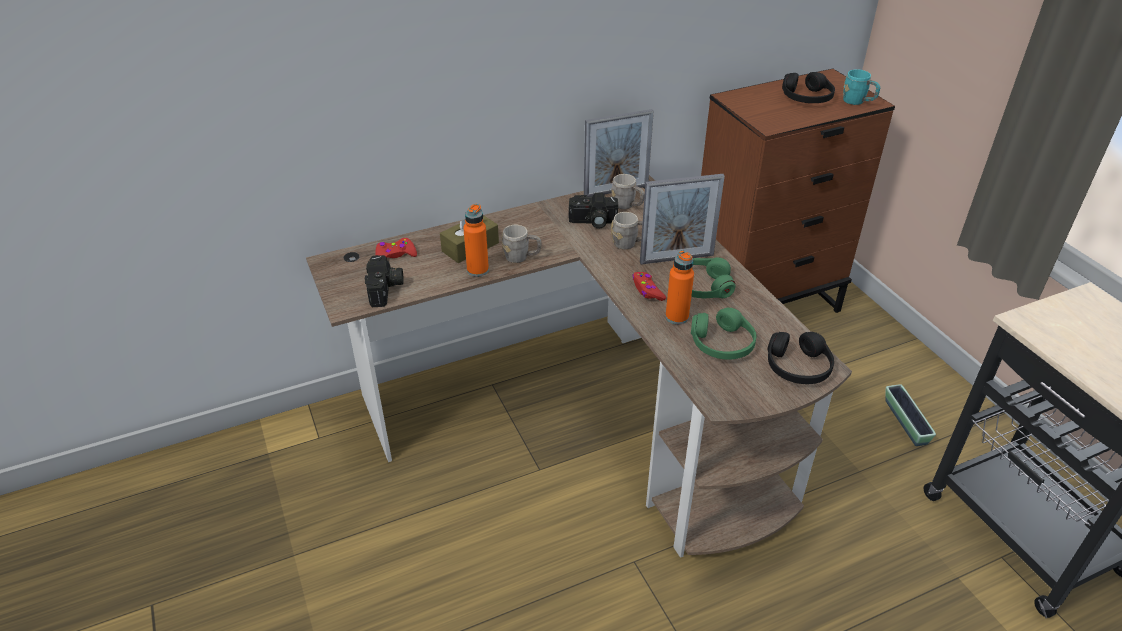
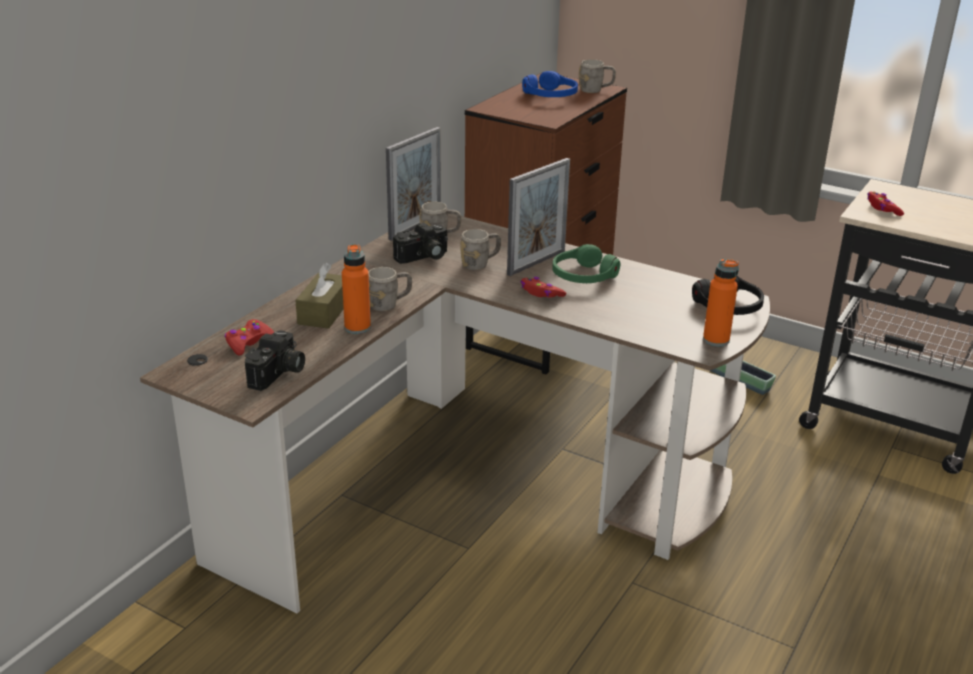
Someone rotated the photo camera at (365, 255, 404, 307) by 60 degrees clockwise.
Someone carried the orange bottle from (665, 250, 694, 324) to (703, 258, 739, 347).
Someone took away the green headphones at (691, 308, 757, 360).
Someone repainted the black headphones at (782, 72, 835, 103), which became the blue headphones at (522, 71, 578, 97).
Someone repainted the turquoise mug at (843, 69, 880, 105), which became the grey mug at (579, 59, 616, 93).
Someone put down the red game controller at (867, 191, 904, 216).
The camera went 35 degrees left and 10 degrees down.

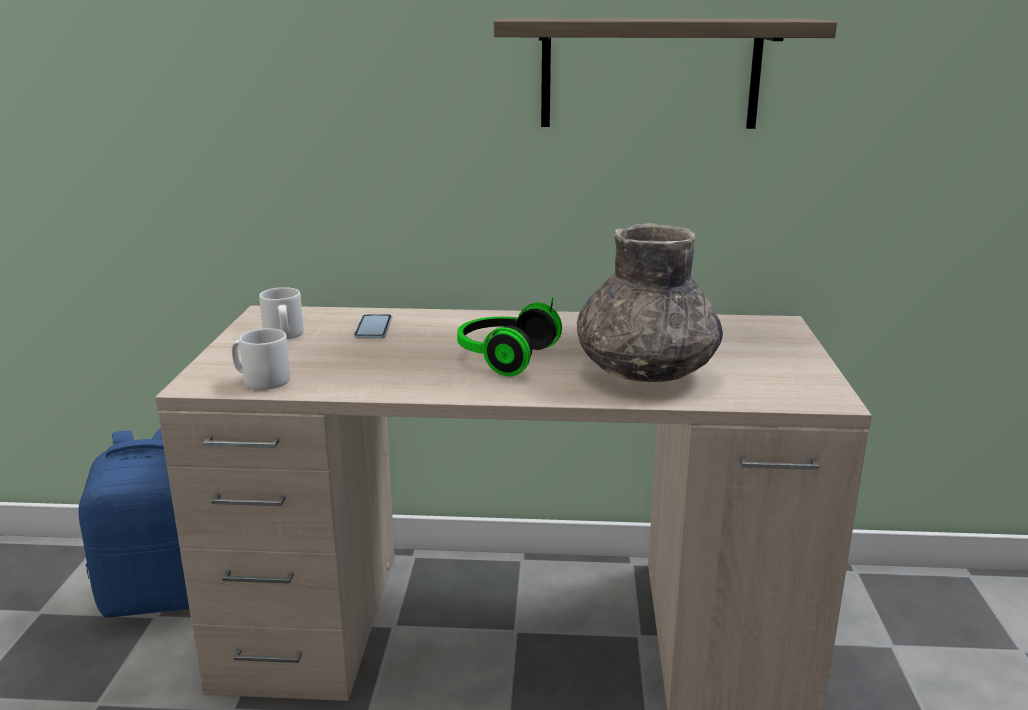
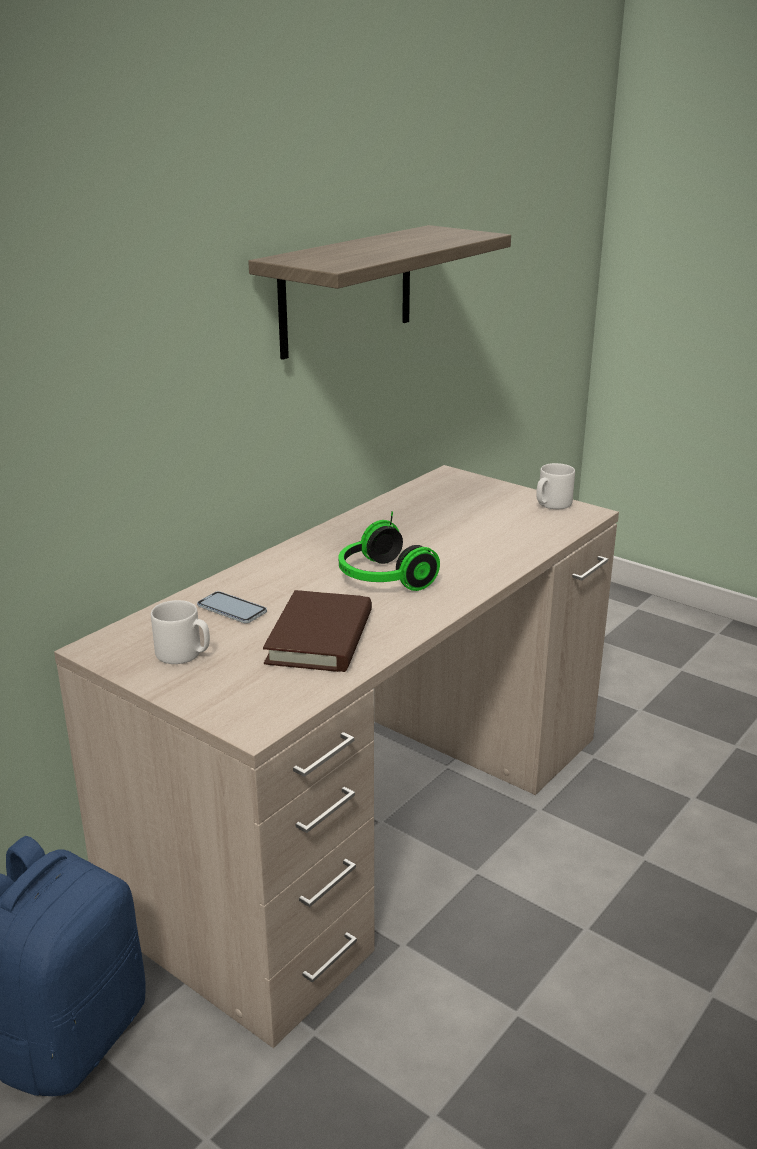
Someone carried the white mug from (232, 328, 290, 390) to (536, 463, 575, 509).
Someone took away the grey vase at (577, 223, 723, 382).
Someone put down the brown book at (263, 590, 372, 672).
The camera went 55 degrees left and 5 degrees up.

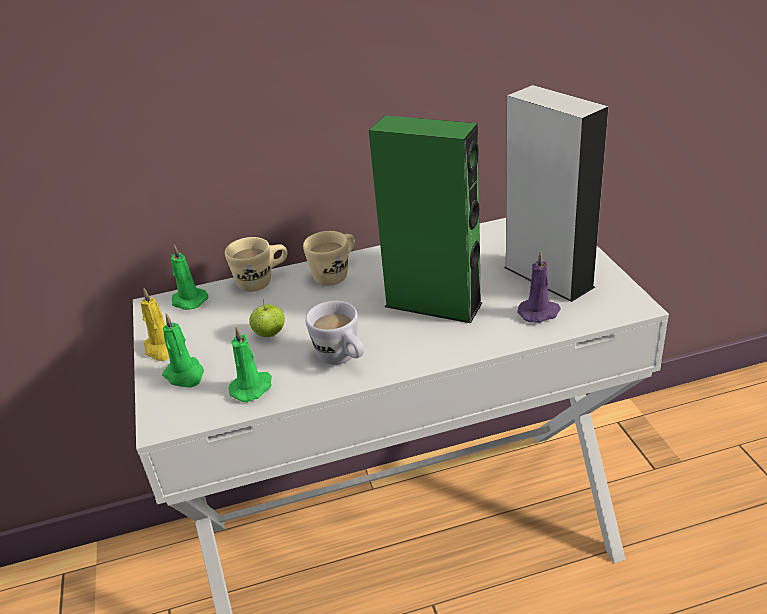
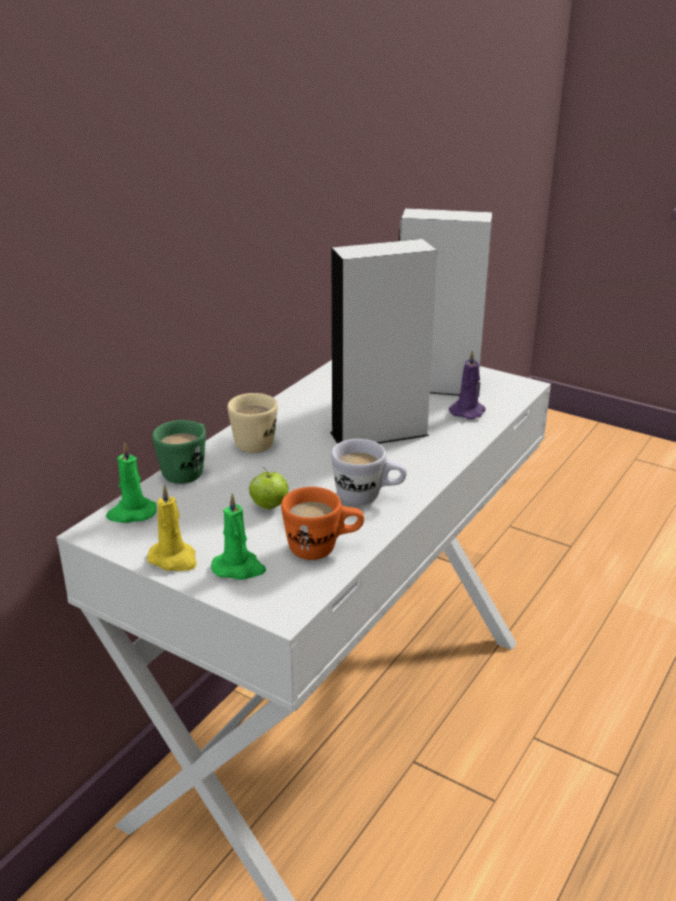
Someone repainted the beige mug at (225, 237, 287, 292), which became the green mug at (152, 420, 206, 484).
Someone swapped the green candle at (228, 326, 272, 402) for the orange mug at (281, 487, 364, 560).
Someone repainted the green speaker at (369, 115, 482, 323), which became the grey speaker at (330, 239, 437, 444).
The camera went 45 degrees left and 5 degrees down.

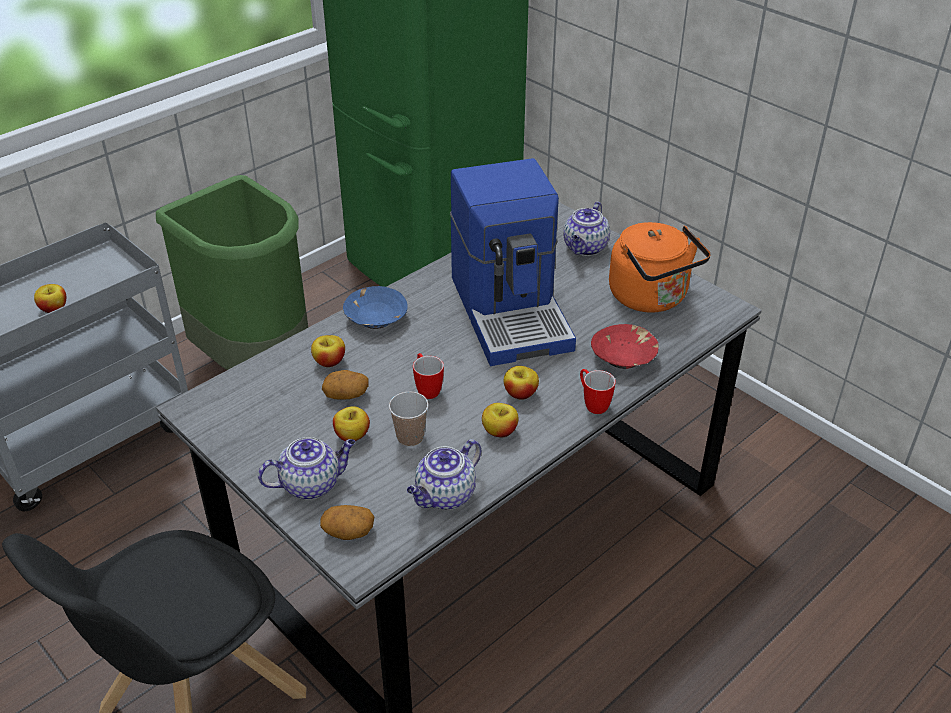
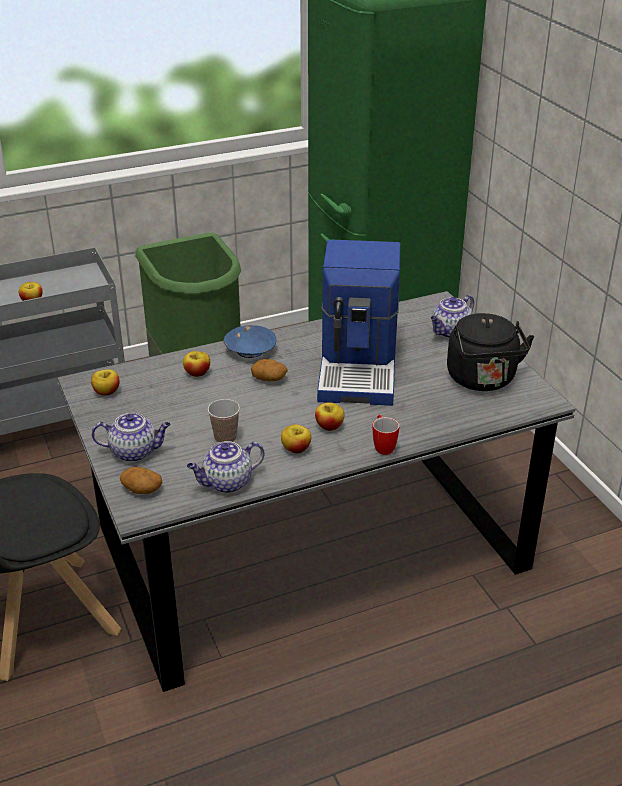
Someone carried the potato from (322, 370, 369, 400) to (251, 359, 287, 381).
Someone carried the apple from (333, 406, 370, 441) to (91, 369, 120, 396).
Someone took away the mug at (413, 353, 444, 399).
Someone took away the red bowl at (591, 324, 659, 369).
Someone repainted the orange kettle at (609, 222, 710, 313), which became the black kettle at (447, 313, 534, 391).
The camera went 20 degrees right and 5 degrees down.

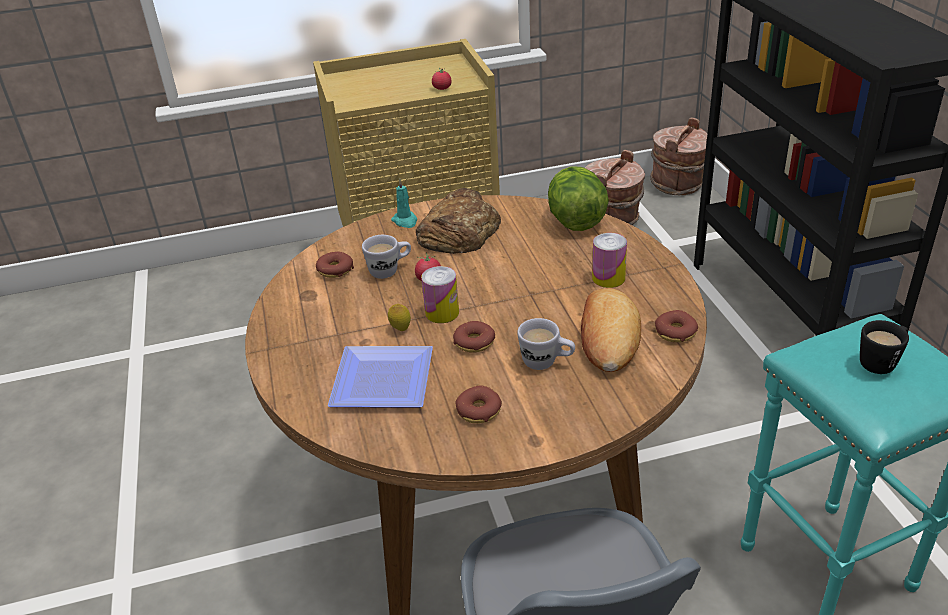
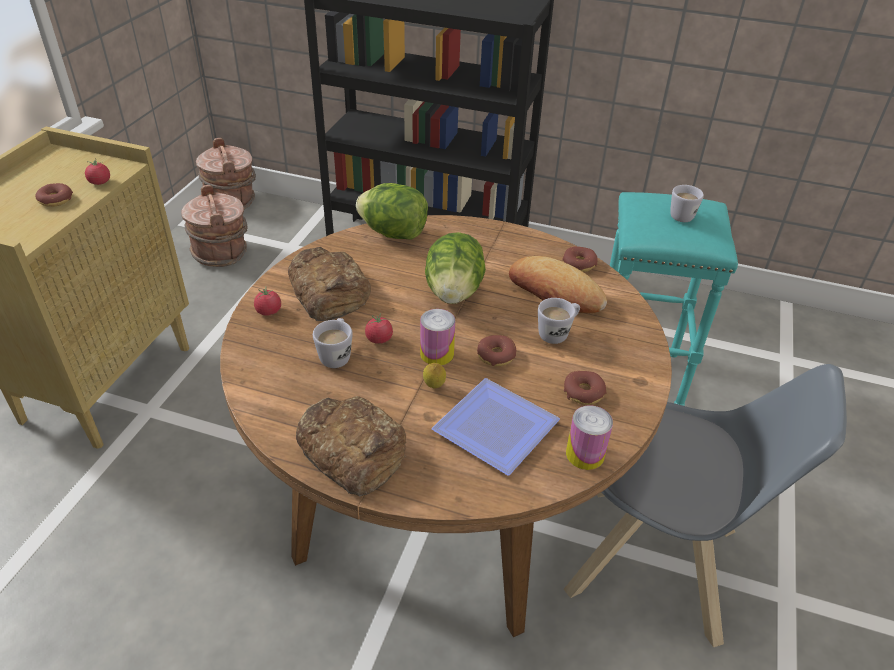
Someone carried the donut from (316, 251, 354, 278) to (35, 183, 73, 207).
Someone swapped the turquoise candle at (391, 179, 417, 228) for the tomato at (254, 287, 281, 316).
Someone carried the can from (592, 233, 627, 288) to (566, 405, 613, 470).
Someone repainted the black mug at (860, 320, 909, 374), which became the white mug at (670, 185, 704, 222).
Someone put down the bread at (296, 396, 406, 497).
Someone put down the lettuce at (425, 232, 486, 304).
The camera went 60 degrees left and 5 degrees up.

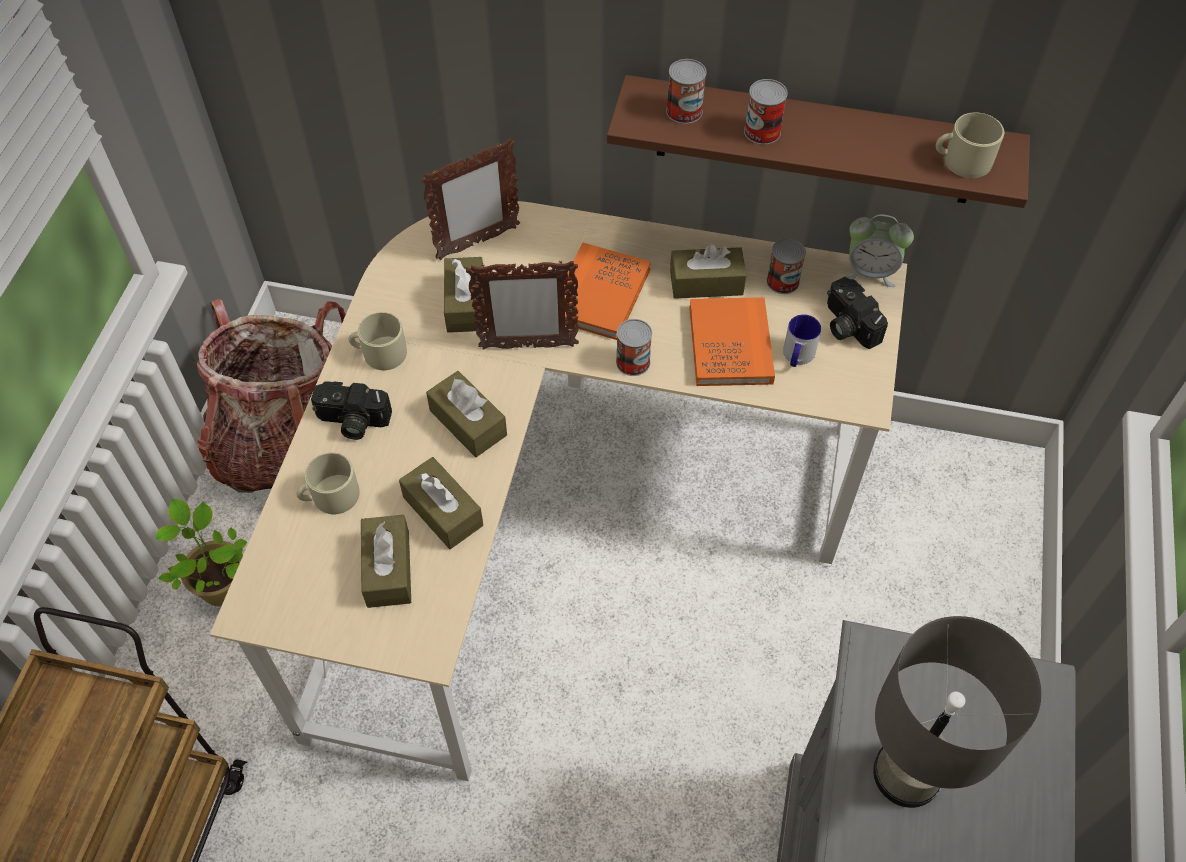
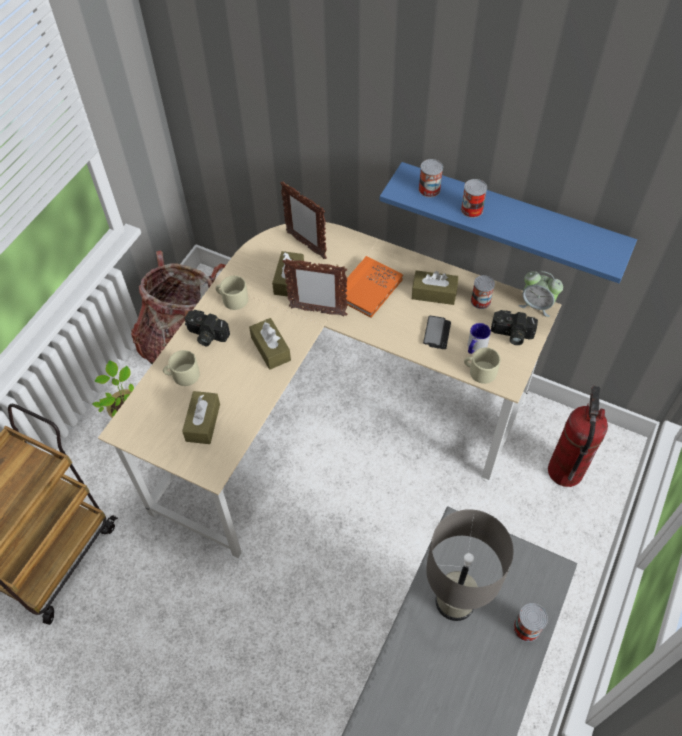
Someone took away the brown tissue box at (399, 457, 483, 549).
Someone rotated the picture frame at (421, 138, 520, 260) by 60 degrees clockwise.
Someone repainted the brown shelf at (607, 75, 1030, 208), which became the blue shelf at (380, 162, 637, 283).
Someone carried the can from (616, 319, 652, 376) to (513, 603, 548, 642).
Someone swapped the orange book at (689, 297, 775, 386) for the phone at (423, 316, 451, 349).
Someone rotated the photo camera at (827, 277, 888, 349) by 60 degrees counterclockwise.
Someone carried the beige mug from (936, 112, 1004, 178) to (464, 347, 501, 384).
Someone put down the fire extinguisher at (548, 386, 608, 487).
The camera went 15 degrees right and 0 degrees up.

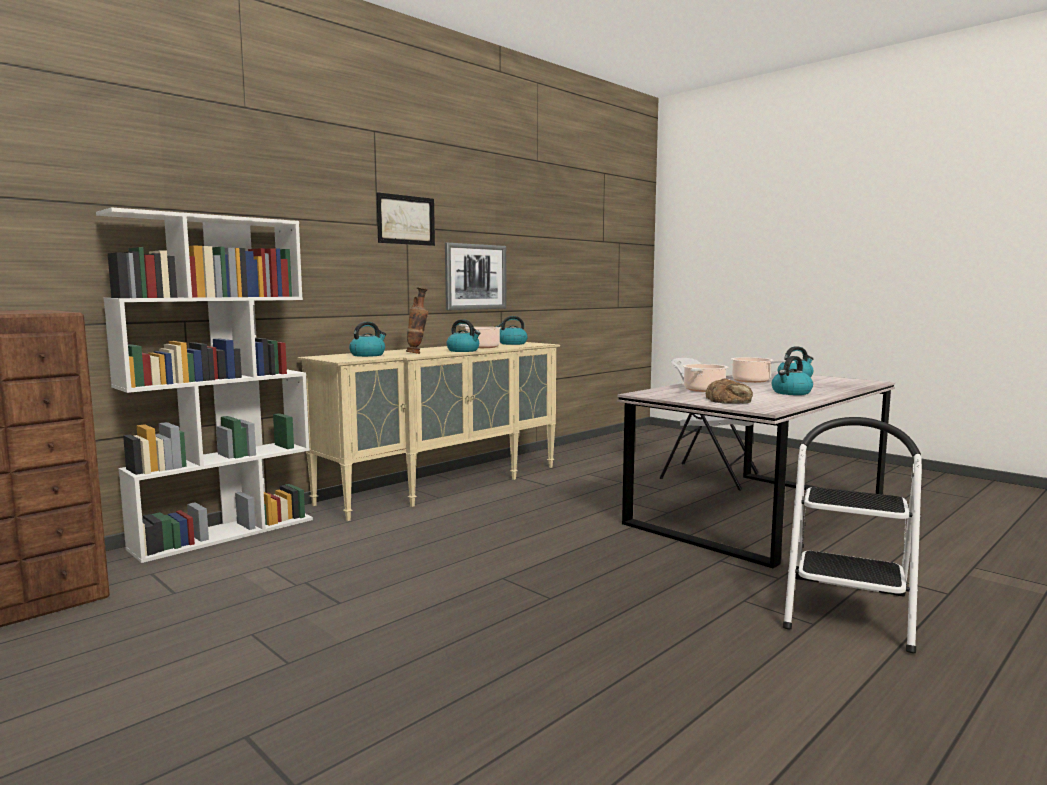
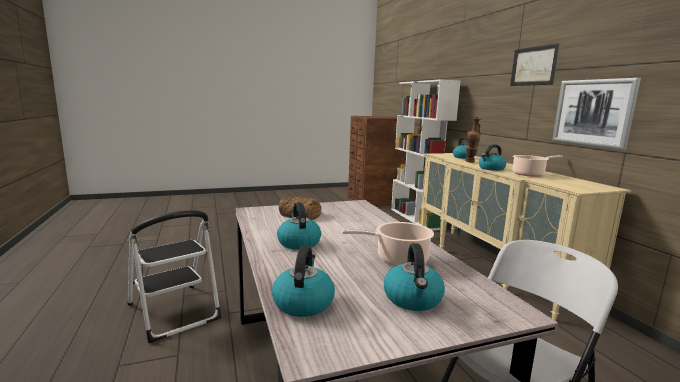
Someone carried the kettle from (496, 316, 528, 345) to (272, 246, 335, 317).
Someone took away the cooking pot at (683, 364, 728, 392).
The camera went 115 degrees right and 5 degrees up.

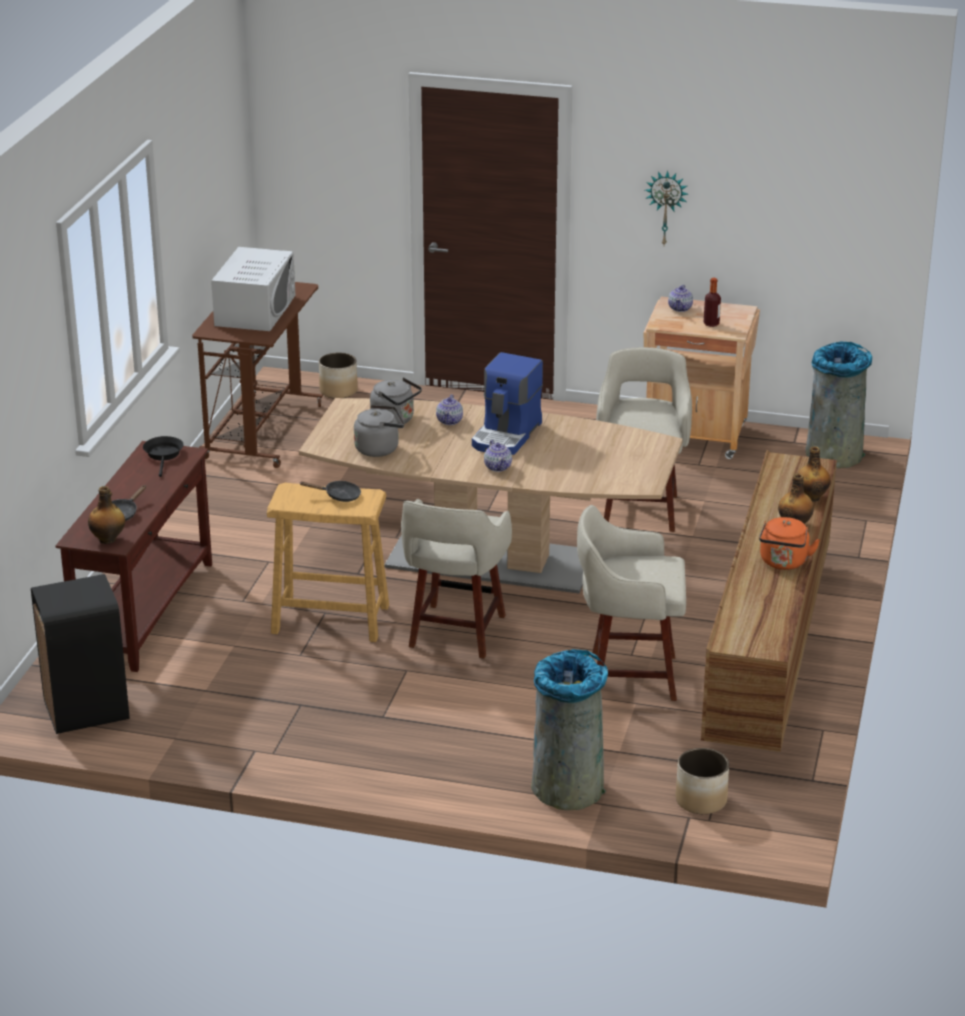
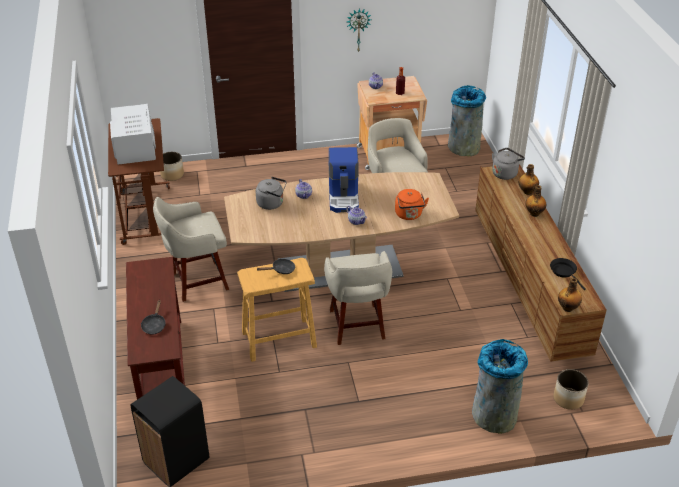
Someone carried the bottle from (88, 486, 125, 544) to (558, 278, 582, 312).
Someone carried the black frying pan from (143, 436, 184, 477) to (550, 258, 586, 290).
Someone carried the grey kettle from (354, 405, 404, 457) to (492, 148, 525, 180).
Someone carried the beige stool from (577, 505, 686, 701) to (153, 197, 229, 302).
Someone carried the orange kettle from (759, 517, 820, 570) to (395, 189, 429, 220).
The camera went 25 degrees left and 10 degrees up.

